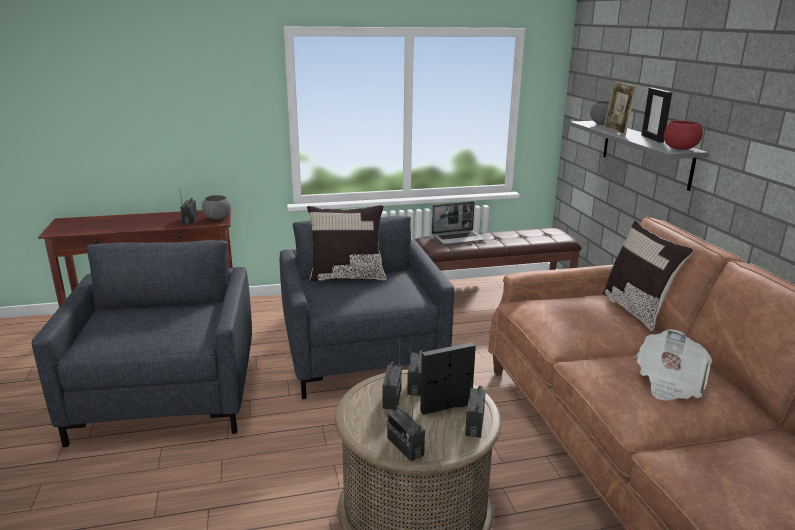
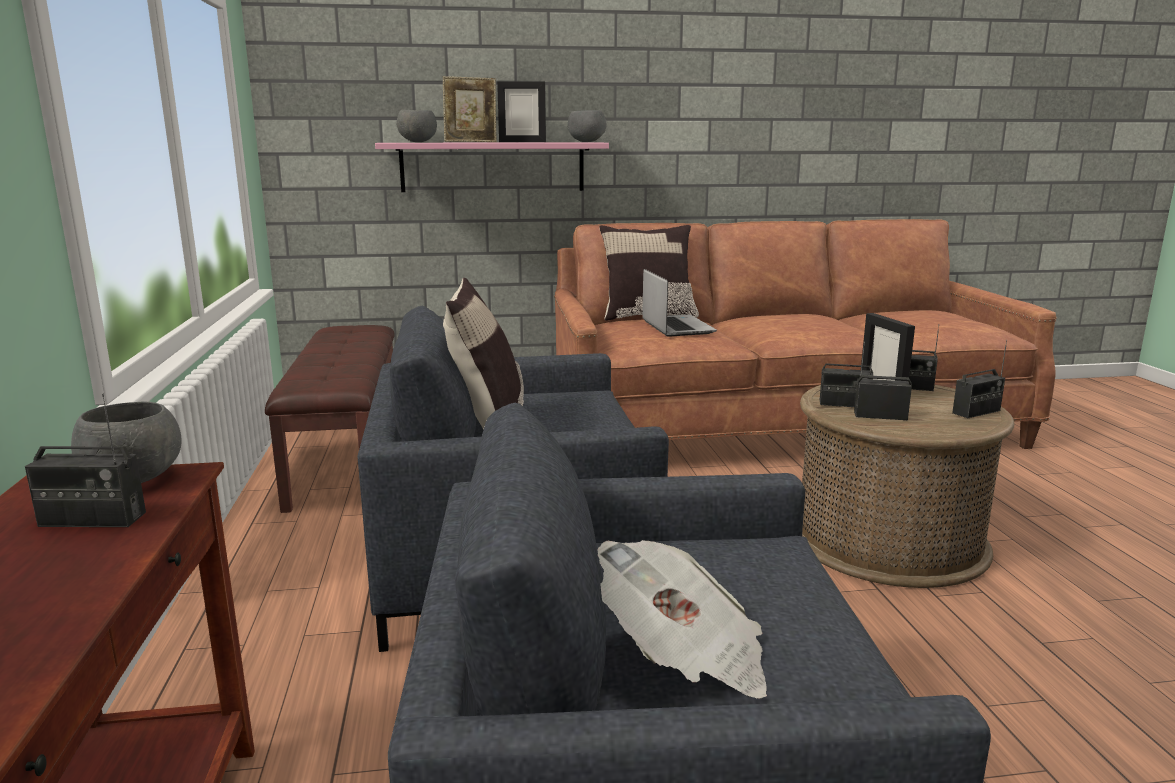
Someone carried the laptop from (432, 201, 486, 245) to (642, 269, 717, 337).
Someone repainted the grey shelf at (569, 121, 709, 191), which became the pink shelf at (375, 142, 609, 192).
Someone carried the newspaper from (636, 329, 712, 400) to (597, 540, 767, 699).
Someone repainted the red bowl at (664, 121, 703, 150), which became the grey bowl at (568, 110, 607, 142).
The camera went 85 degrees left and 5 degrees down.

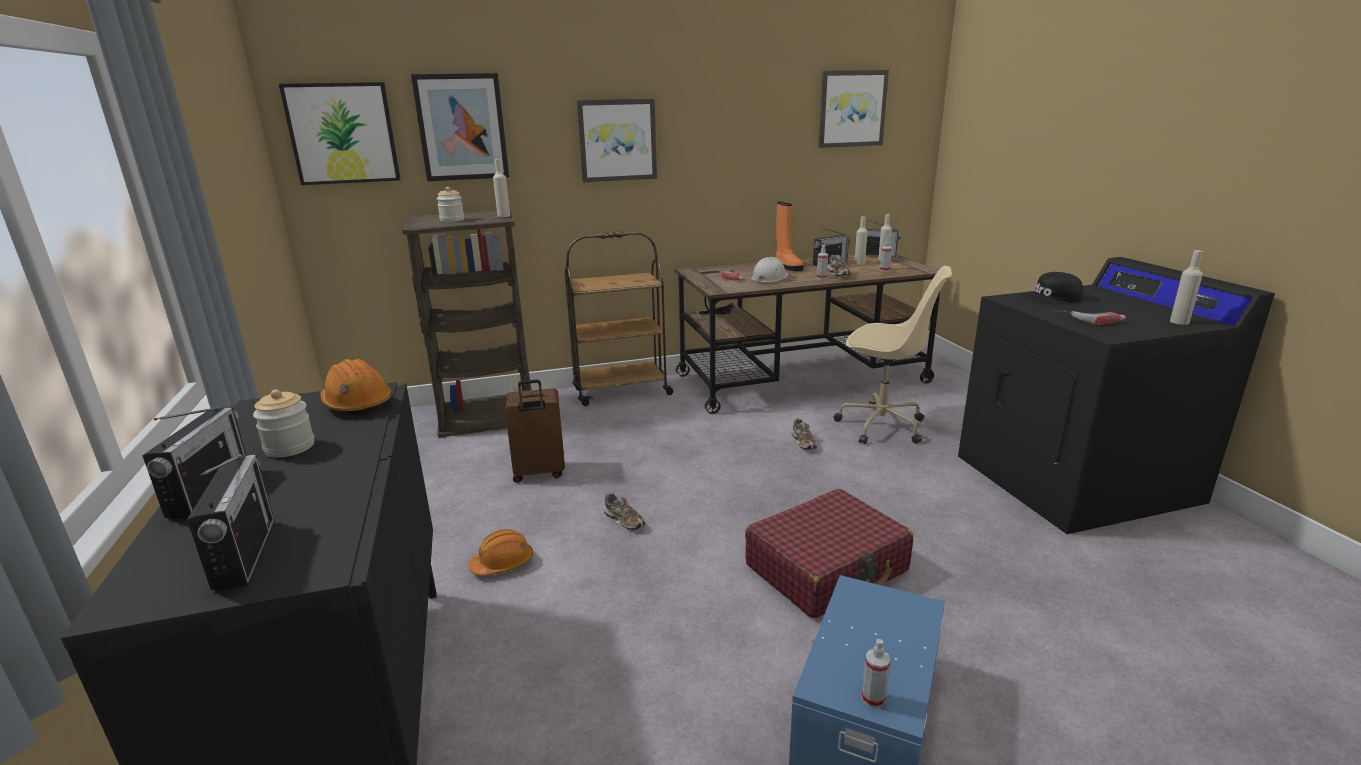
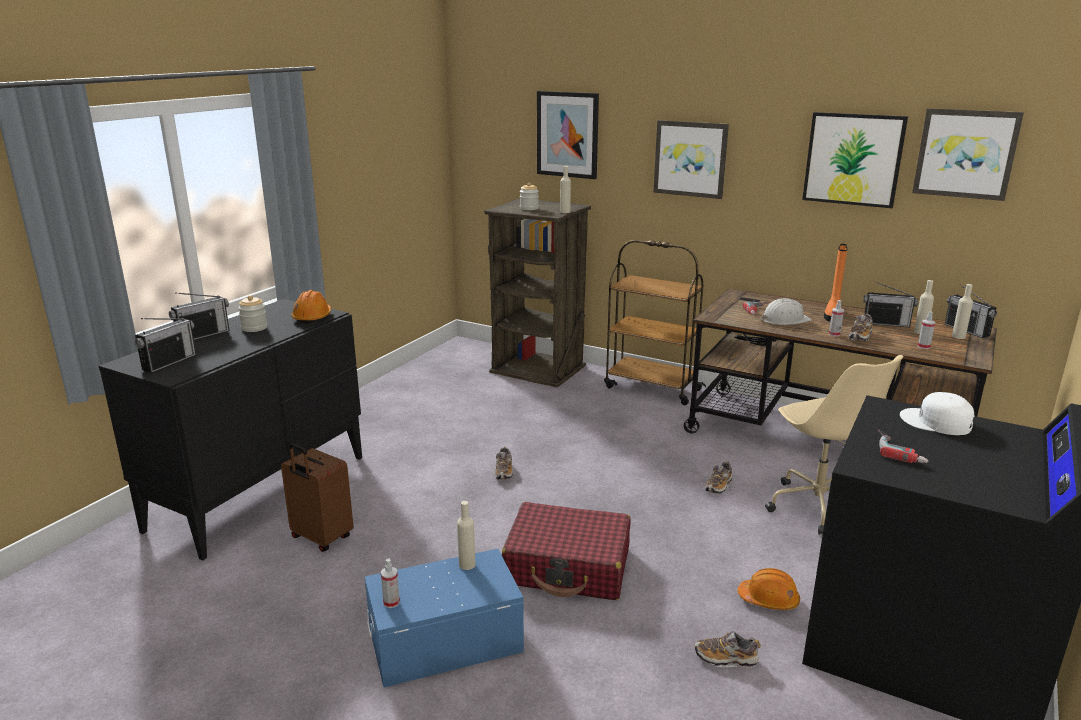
Someone carried the picture from (279, 82, 401, 185) to (802, 112, 908, 208).
Someone carried the orange hard hat from (468, 529, 533, 576) to (738, 568, 800, 610).
Someone carried the brown suitcase from (505, 379, 565, 483) to (281, 443, 354, 552).
Someone repainted the black cap at (1022, 272, 1083, 304), which became the white cap at (900, 392, 974, 435).
Someone carried the beige bottle from (1170, 250, 1203, 325) to (457, 501, 476, 570).
Someone put down the shoe at (694, 631, 761, 668).
The camera went 45 degrees right and 0 degrees up.

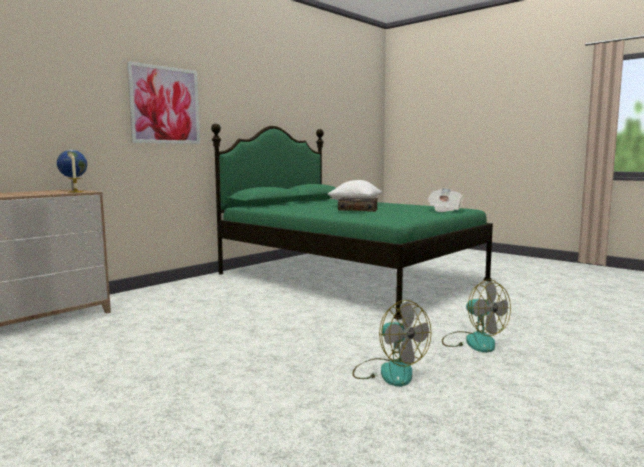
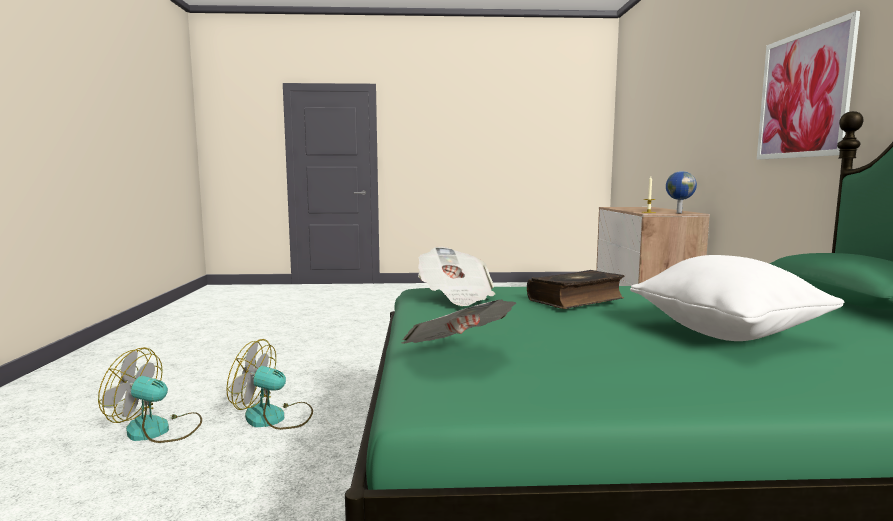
Someone carried the fan from (352, 300, 431, 387) to (98, 347, 202, 443).
Someone put down the newspaper at (418, 247, 495, 306).
The camera went 135 degrees right and 0 degrees up.

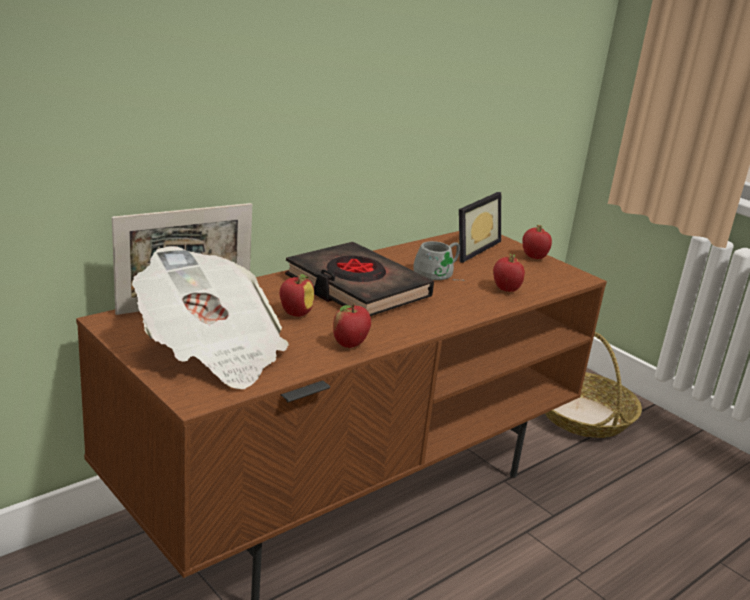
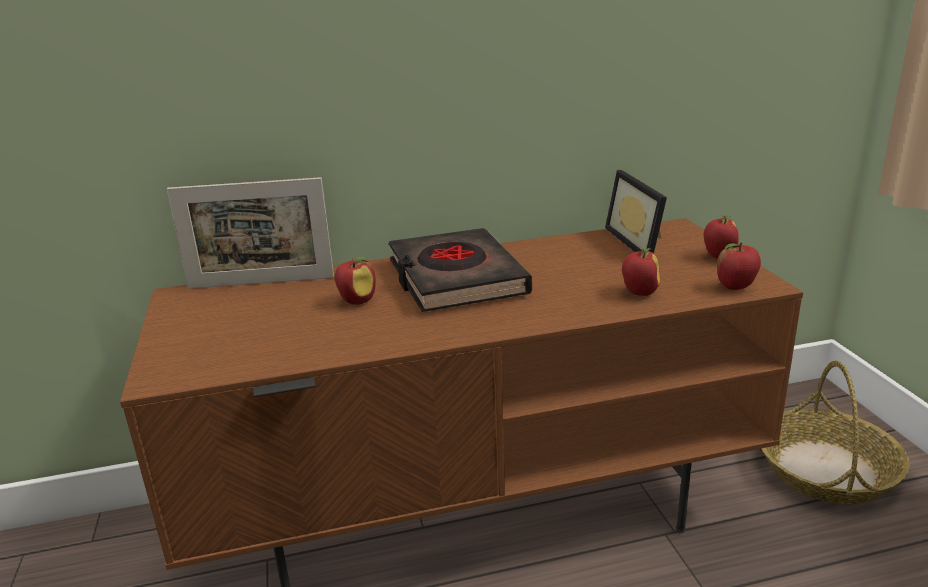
Someone took away the newspaper at (132, 246, 289, 389).
Someone carried the apple from (333, 304, 371, 348) to (717, 242, 761, 290).
Someone took away the grey mug at (413, 241, 464, 281).
Someone rotated the picture frame at (459, 192, 501, 263) by 105 degrees clockwise.
The camera went 30 degrees right and 0 degrees up.

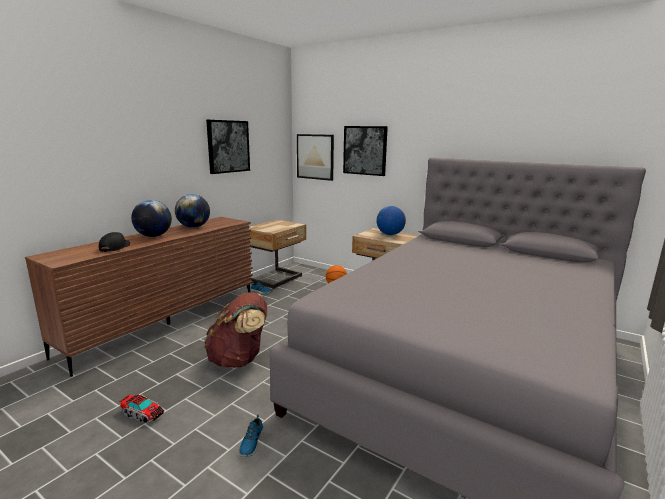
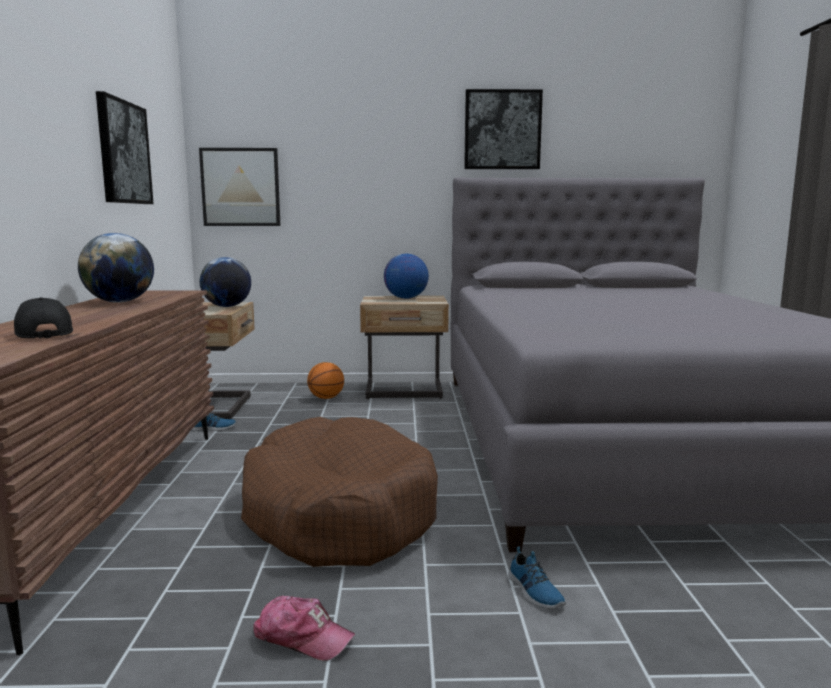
Someone swapped the toy truck at (119, 394, 164, 423) for the cap at (253, 596, 355, 661).
Someone carried the globe from (131, 200, 172, 237) to (200, 257, 251, 307).
Someone swapped the brown backpack at (204, 293, 267, 367) for the brown dog bed at (241, 417, 438, 567).
Someone carried the picture from (343, 126, 388, 176) to (464, 89, 543, 169).
The camera went 35 degrees left and 5 degrees down.

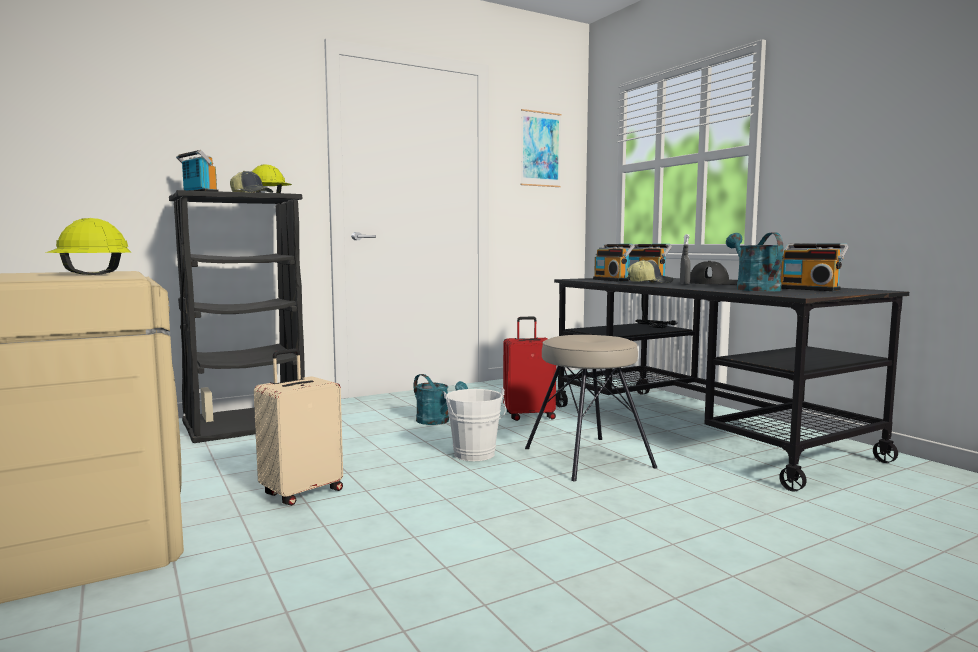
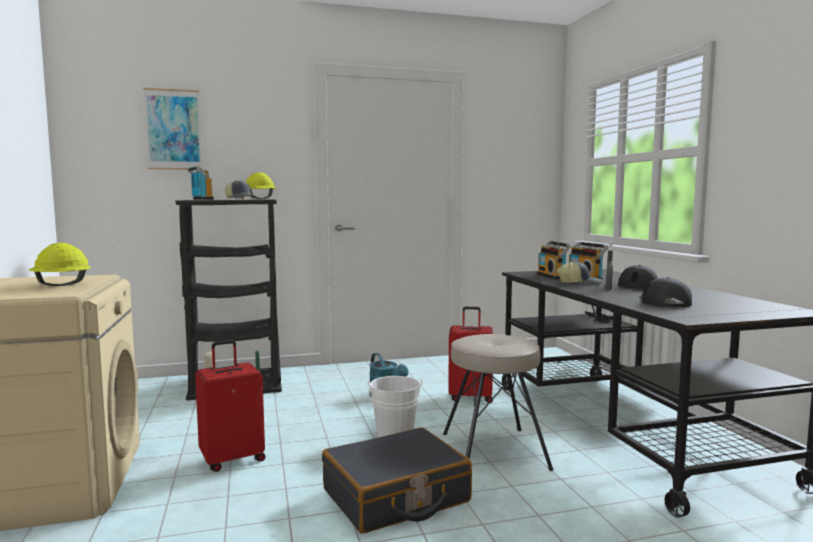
Someone repainted the beige suitcase at (254, 348, 343, 506), which became the red suitcase at (195, 340, 266, 472).
Someone carried the picture from (520, 109, 561, 187) to (143, 88, 203, 170).
Someone swapped the turquoise watering can at (726, 233, 783, 292) for the black cap at (639, 277, 692, 308).
Someone took away the radio at (781, 243, 849, 291).
Someone put down the black suitcase at (322, 428, 472, 534).
The camera went 15 degrees right and 0 degrees up.

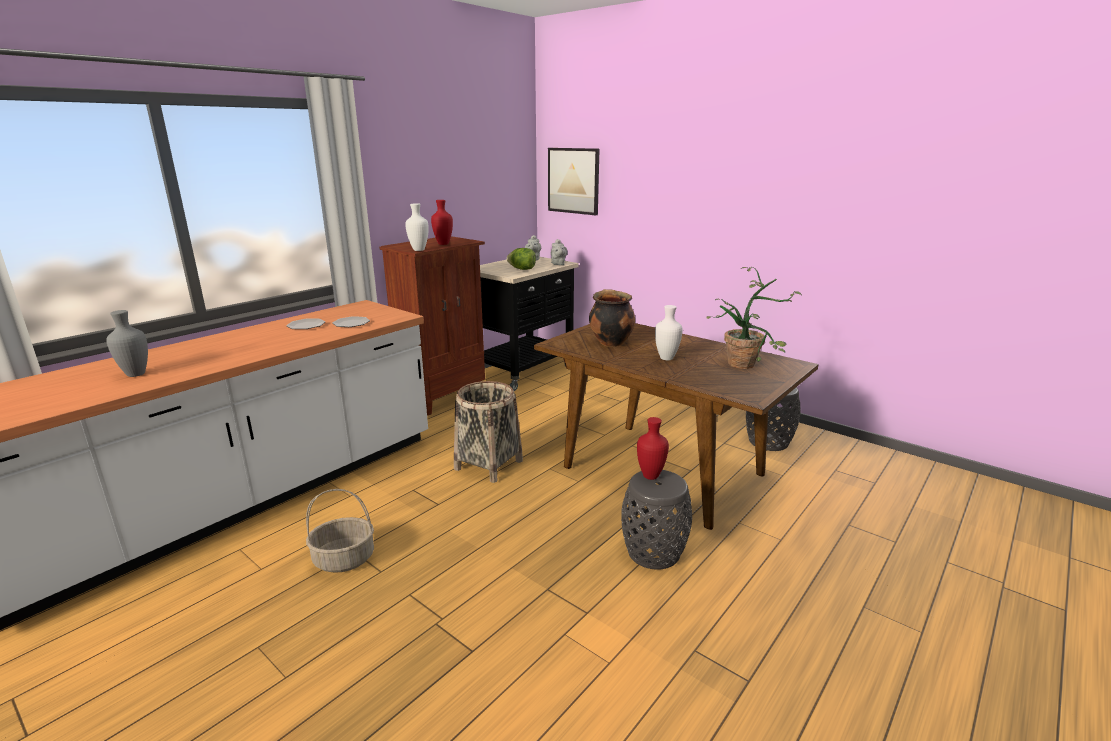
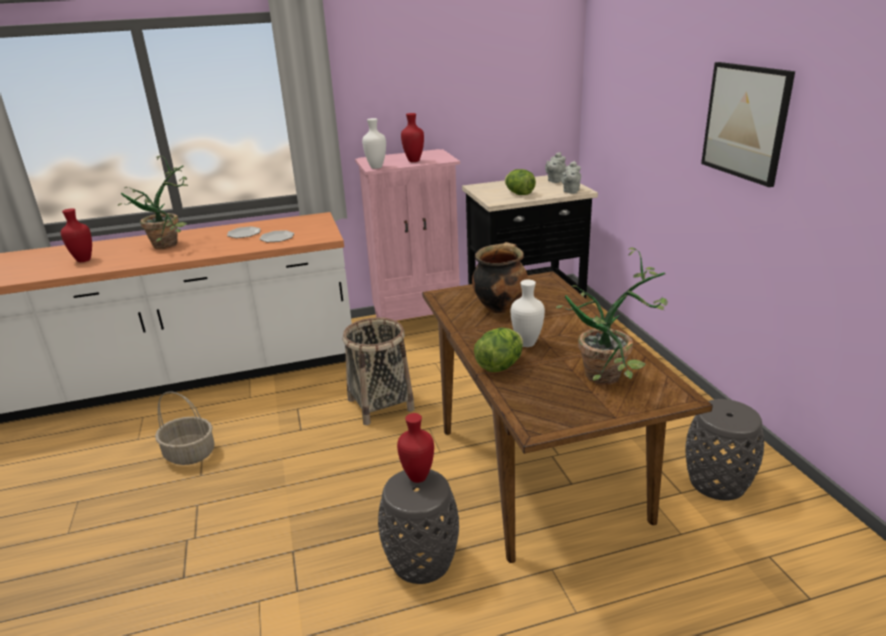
Someone repainted the grey vase at (106, 310, 148, 377), which became the red vase at (61, 208, 92, 262).
Someone repainted the brown cabinet at (379, 236, 485, 416), which became the pink cabinet at (355, 149, 460, 321).
Someone carried the picture from (548, 148, 599, 215) to (701, 62, 795, 187).
Someone put down the potted plant at (118, 156, 188, 249).
Someone put down the lettuce at (474, 328, 523, 372).
The camera went 35 degrees right and 5 degrees up.

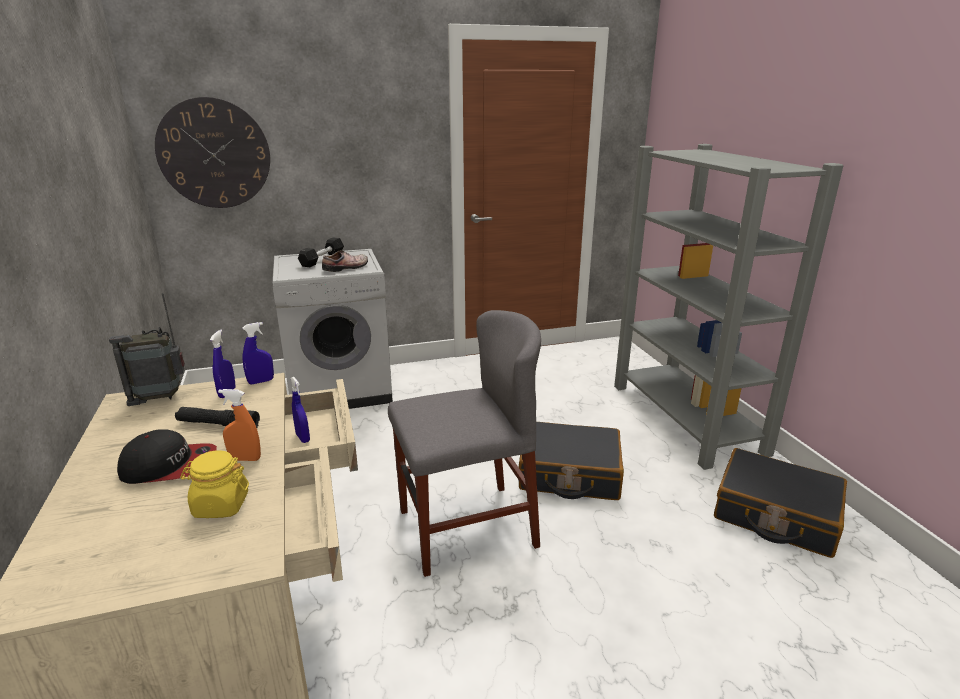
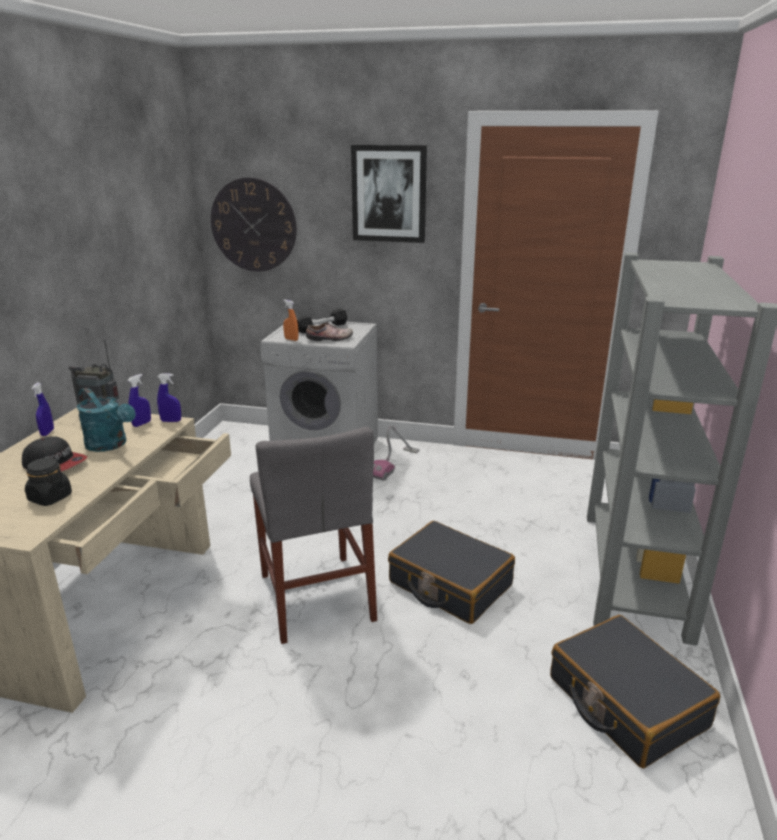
Someone swapped the black flashlight at (175, 407, 260, 428) for the turquoise watering can at (77, 388, 136, 452).
Someone repainted the yellow jar at (180, 450, 249, 518), which became the black jar at (25, 458, 72, 506).
Someone carried the orange spray bottle from (218, 389, 261, 461) to (283, 300, 298, 341).
Someone carried the blue spray bottle from (290, 377, 310, 443) to (32, 383, 54, 436).
Someone rotated the grey chair at (388, 310, 541, 577) by 60 degrees clockwise.
Someone put up the picture at (351, 145, 427, 243).
Someone put down the vacuum cleaner at (373, 425, 420, 481).
The camera went 30 degrees right and 0 degrees up.

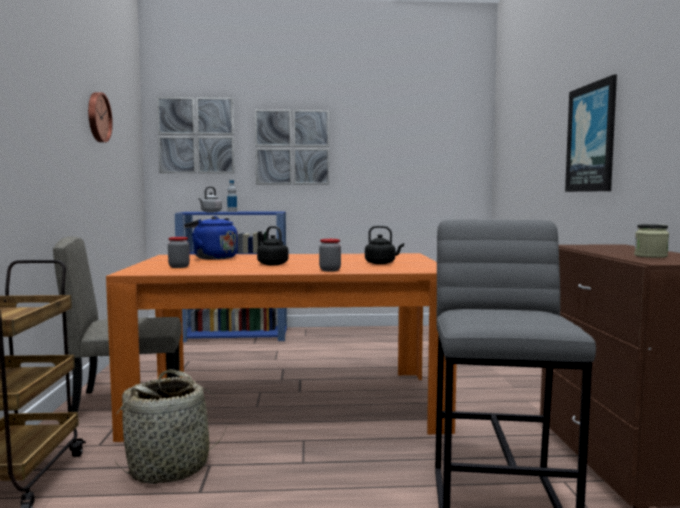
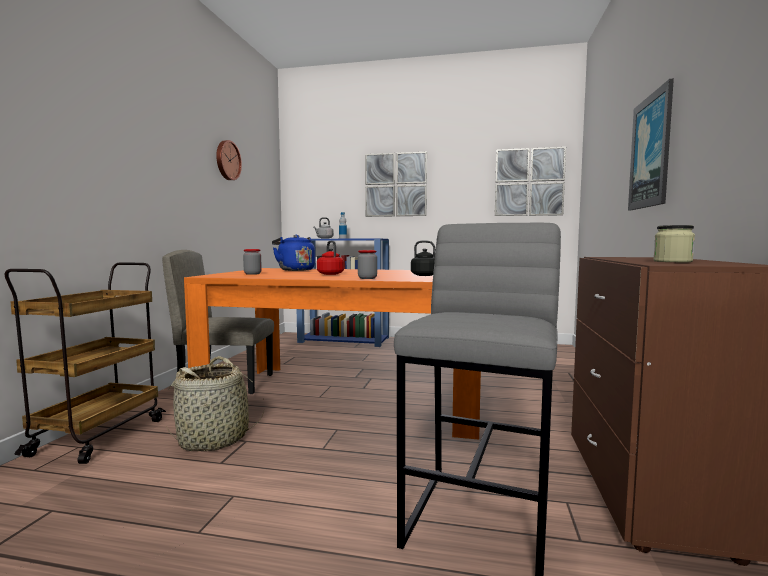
Someone carried the picture from (157, 97, 235, 173) to (495, 147, 566, 216).
Someone repainted the black kettle at (257, 226, 288, 265), which became the red kettle at (317, 241, 344, 275).
The camera went 15 degrees right and 0 degrees up.

